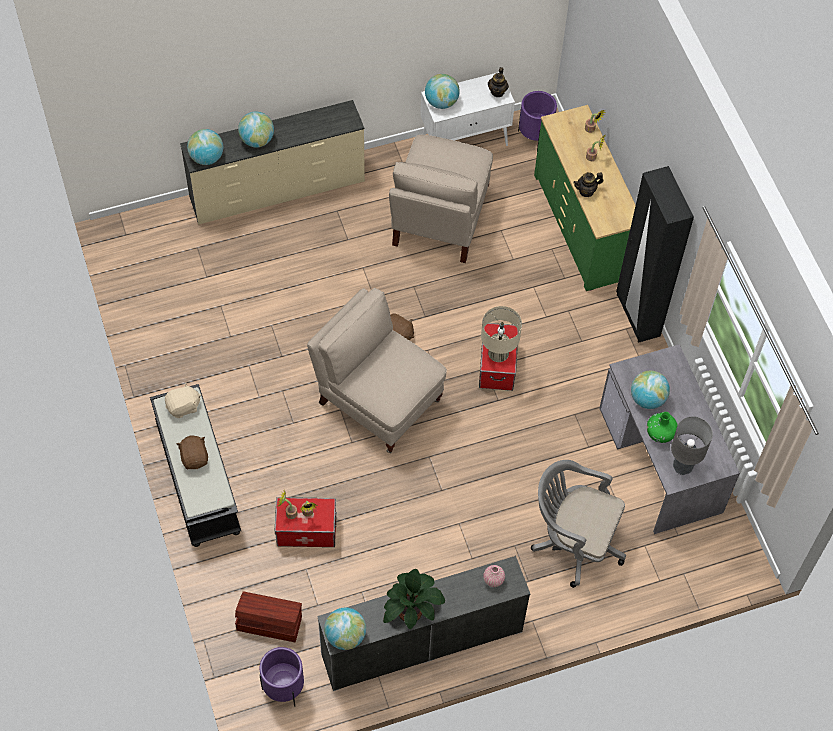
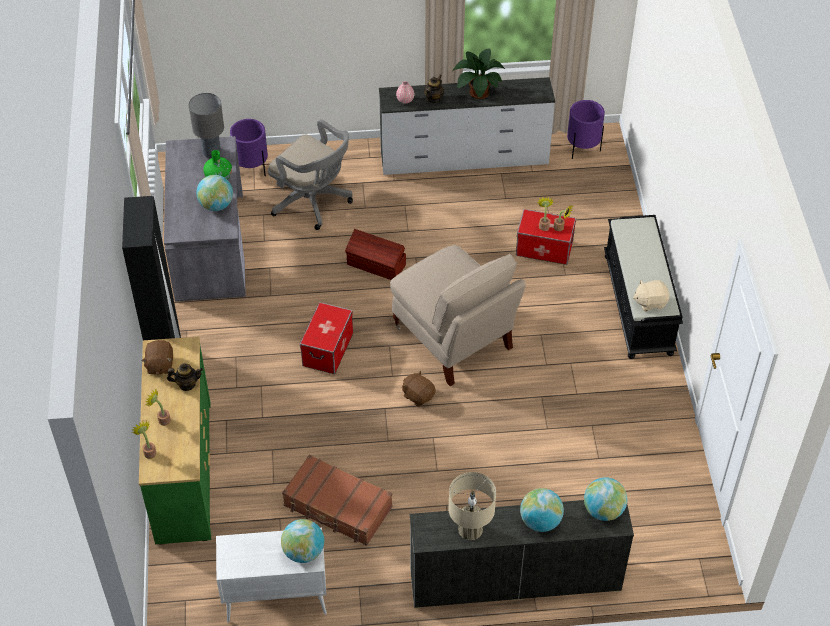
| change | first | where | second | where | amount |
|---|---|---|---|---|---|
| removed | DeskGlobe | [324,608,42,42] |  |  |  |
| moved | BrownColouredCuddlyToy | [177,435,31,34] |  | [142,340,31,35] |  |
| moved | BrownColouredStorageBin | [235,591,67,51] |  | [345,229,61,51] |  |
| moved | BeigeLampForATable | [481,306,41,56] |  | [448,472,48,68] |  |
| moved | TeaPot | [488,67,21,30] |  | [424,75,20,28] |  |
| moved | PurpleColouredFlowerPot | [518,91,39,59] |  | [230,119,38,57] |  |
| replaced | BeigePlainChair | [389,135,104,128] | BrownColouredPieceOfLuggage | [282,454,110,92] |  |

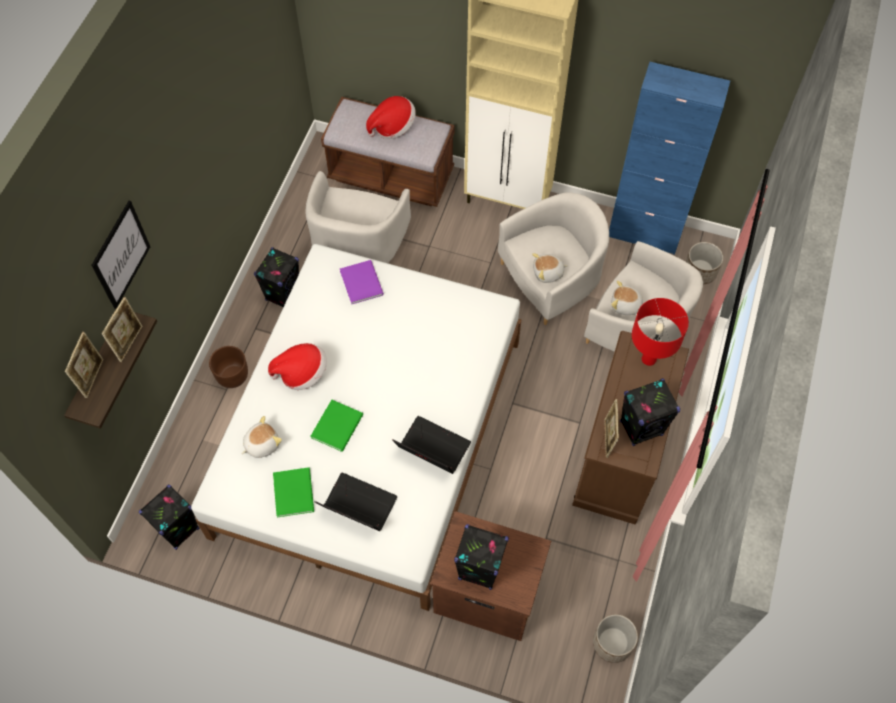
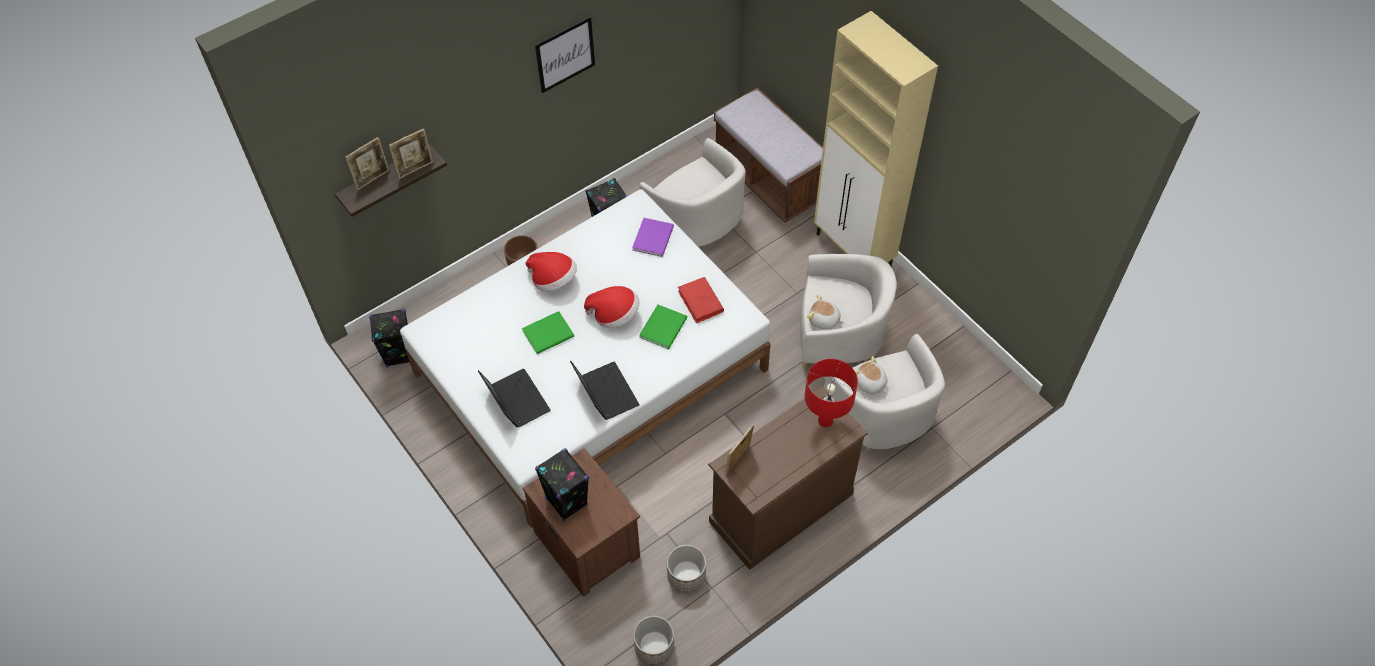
| change | first | where | second | where | amount |
|---|---|---|---|---|---|
| removed | CuddlyToy | [242,416,40,42] |  |  |  |
| removed | BlueStorageCabinet | [609,62,121,193] |  |  |  |
| removed | BlackLoudspeaker | [620,378,60,68] |  |  |  |
| added |  |  | RedBook | [678,277,46,46] |  |
| moved | WallArt | [92,201,58,108] |  | [535,16,60,77] |  |
| moved | GreenColouredBook | [273,467,41,50] |  | [639,304,48,45] |  |
| moved | WearableHat | [366,96,50,43] |  | [584,286,55,42] |  |
| moved | FlowerPot | [686,242,37,42] |  | [667,545,39,48] |  |
| turned | WhiteColouredLoungeChair | [305,171,106,92] |  | [640,138,106,109] | 90 degrees counterclockwise |

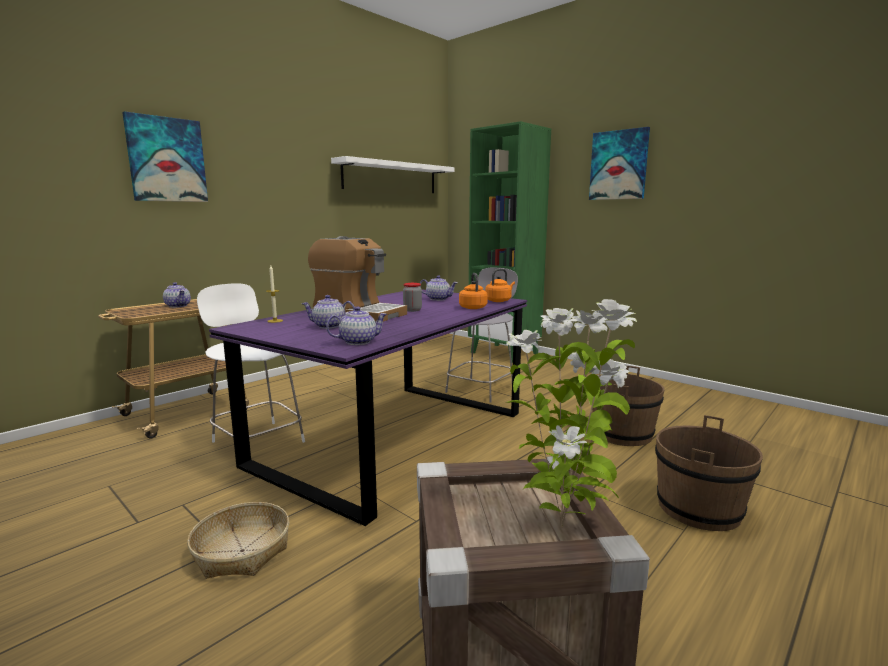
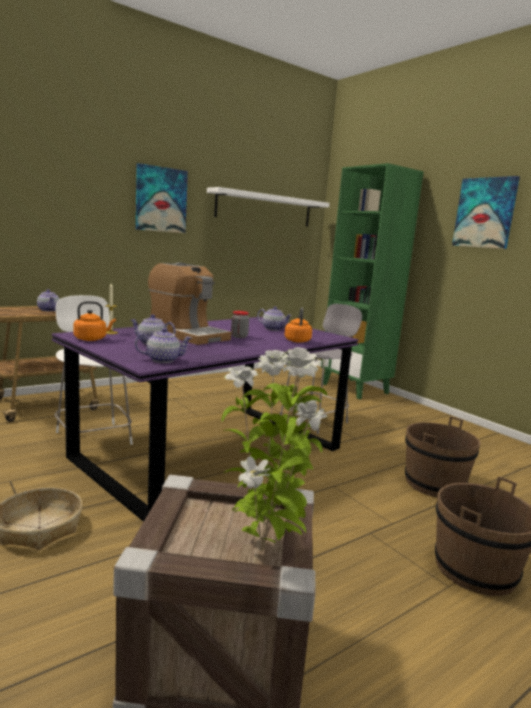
| change | first | where | second | where | amount |
|---|---|---|---|---|---|
| moved | WallArt | [122,111,86,91] |  | [136,163,52,70] |  |
| moved | OrangeColouredTeaKettle | [485,269,30,33] |  | [73,301,43,40] |  |

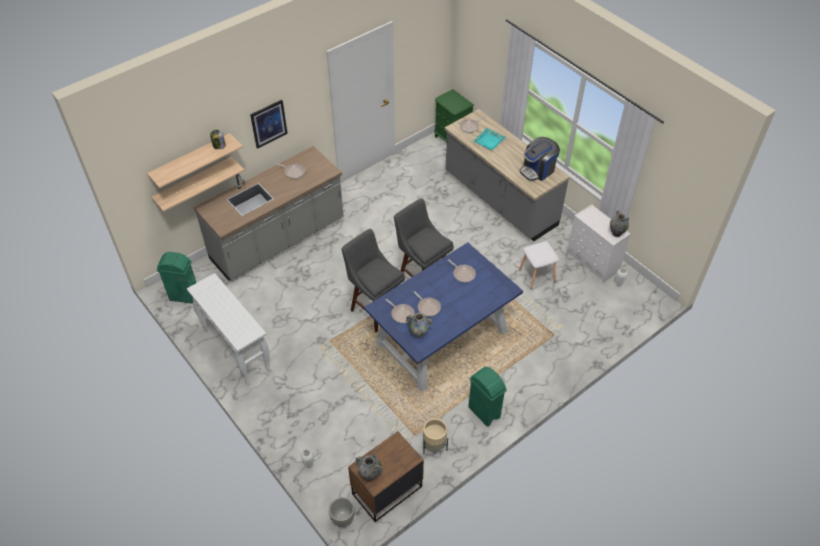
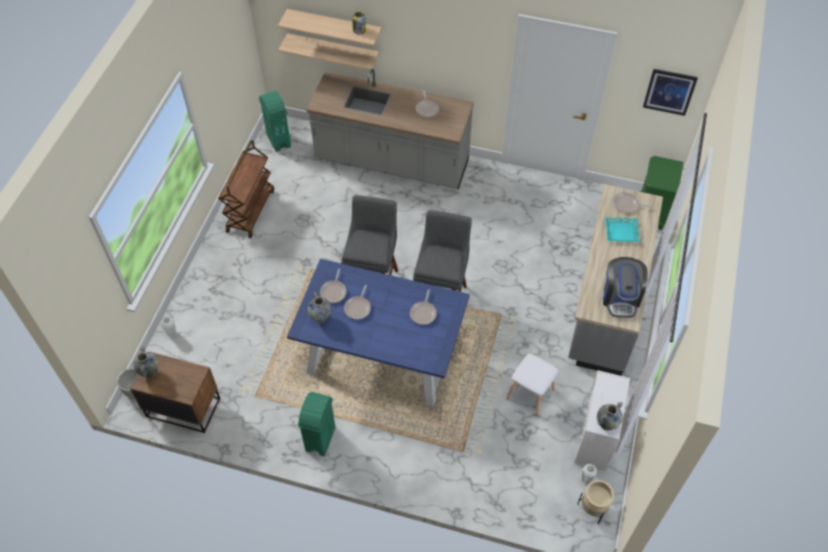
| change | first | where | second | where | amount |
|---|---|---|---|---|---|
| moved | WallArt | [250,100,38,49] |  | [643,69,55,47] |  |
| moved | BeigeFlowerPot | [423,418,25,36] |  | [577,480,37,44] |  |
| replaced | WhiteColouredConsoleTable | [187,273,84,112] | BrownColouredCart | [218,140,56,98] |  |
| turned | CoffeeMaker | [519,137,41,44] |  | [603,257,45,61] | 105 degrees counterclockwise |

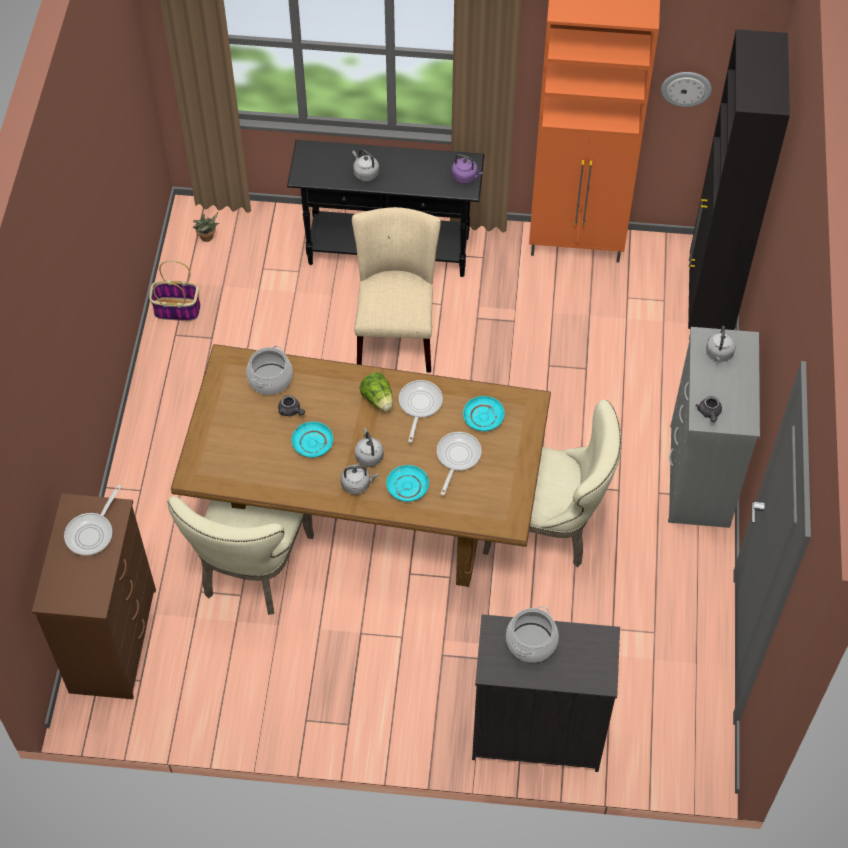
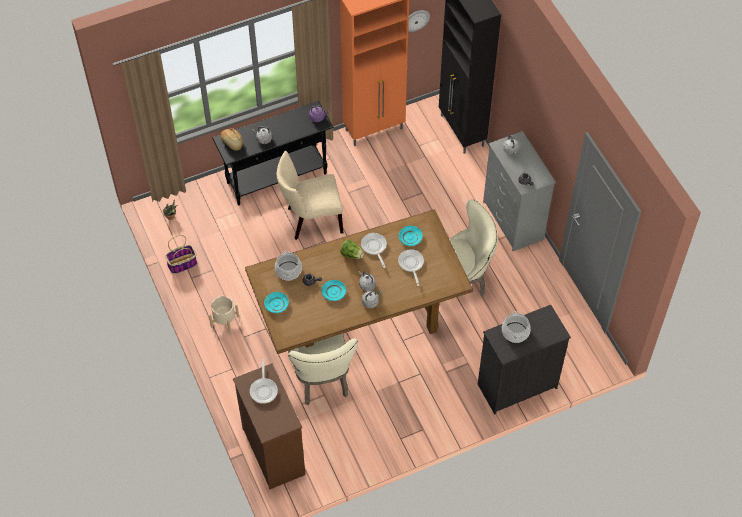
| change | first | where | second | where | amount |
|---|---|---|---|---|---|
| added |  |  | BeigeFlowerPot | [209,296,30,38] |  |
| added |  |  | BakeryBread | [220,128,23,23] |  |
| moved | BlueGreenDinnerPlate | [386,465,43,37] |  | [264,292,25,21] |  |
| turned | BeigePlainChair | [352,207,89,166] |  | [277,151,66,89] | 75 degrees counterclockwise |

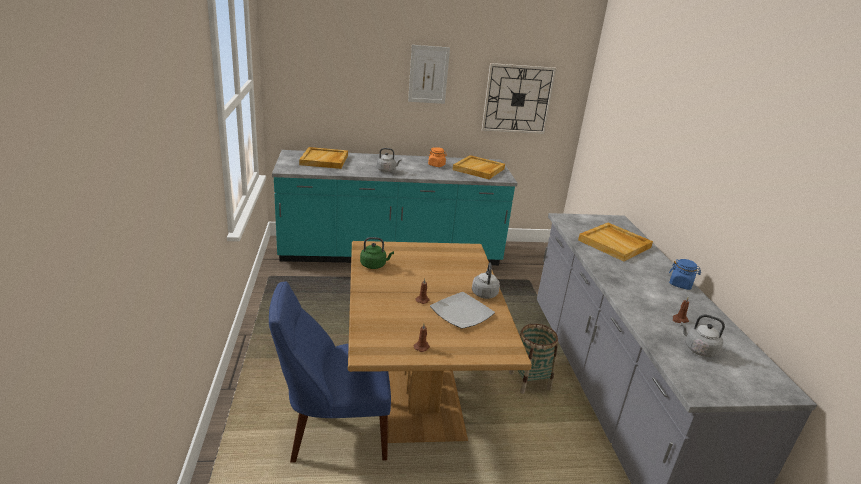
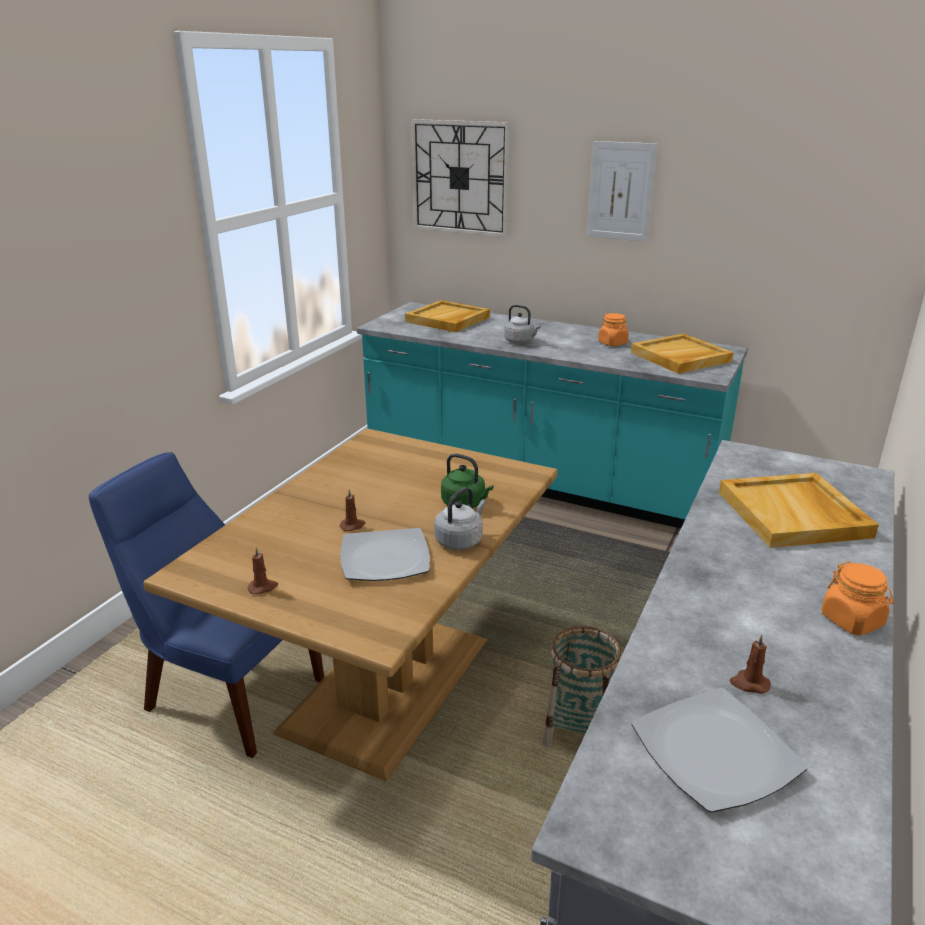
| change | first | where | second | where | amount |
|---|---|---|---|---|---|
| moved | GreenColouredTeaKettle | [360,237,34,32] |  | [441,454,53,54] |  |
| moved | ClockOnTheWall | [482,63,75,71] |  | [410,119,100,118] |  |
| replaced | GreyishTeaKettle | [681,314,44,43] | DinnerPlate | [631,688,176,125] |  |
| recoloured | BlueJar | [669,259,32,31] | OrangeColouredJar | [821,561,73,75] |  |

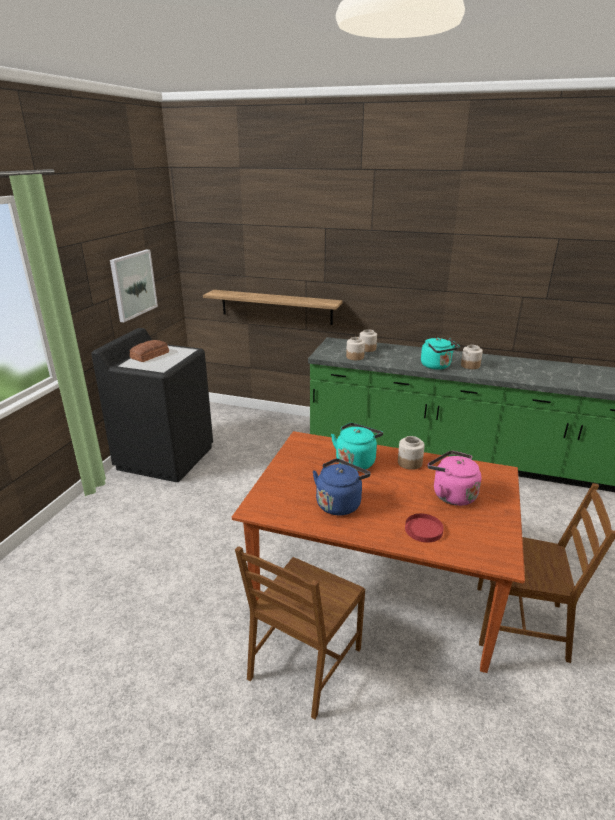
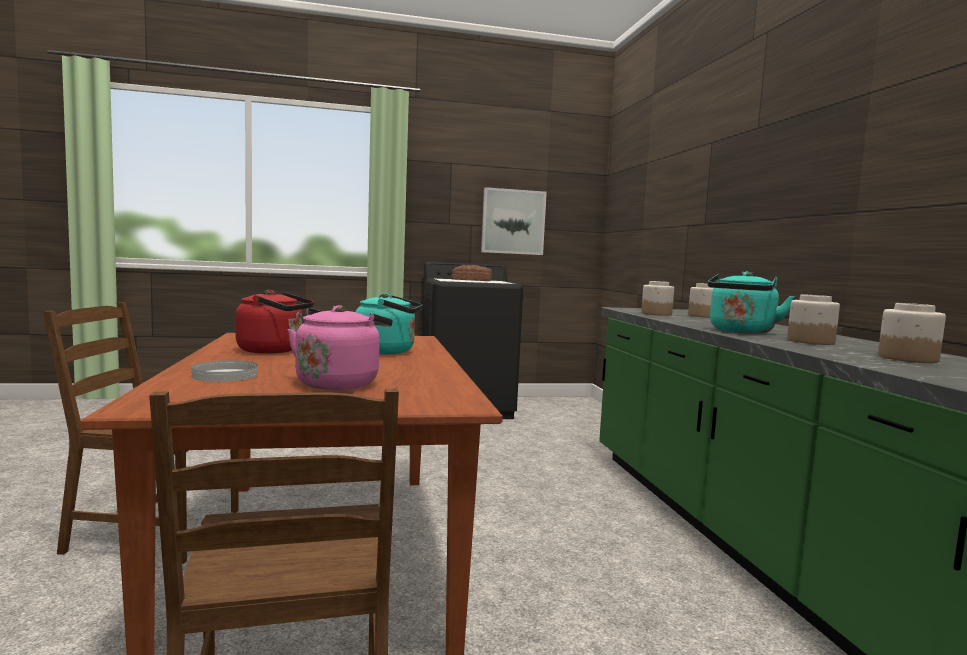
| change | first | where | second | where | amount |
|---|---|---|---|---|---|
| removed | BracketShelf | [203,290,140,35] |  |  |  |
| moved | Jar | [398,436,27,34] |  | [878,303,68,60] |  |
| recoloured | BlueTeaKettle | [313,459,58,57] | RedTeaKettle | [235,290,79,64] |  |
| recoloured | RedDinnerPlate | [405,514,39,28] | WhiteColouredDinnerPlate | [191,360,67,22] |  |

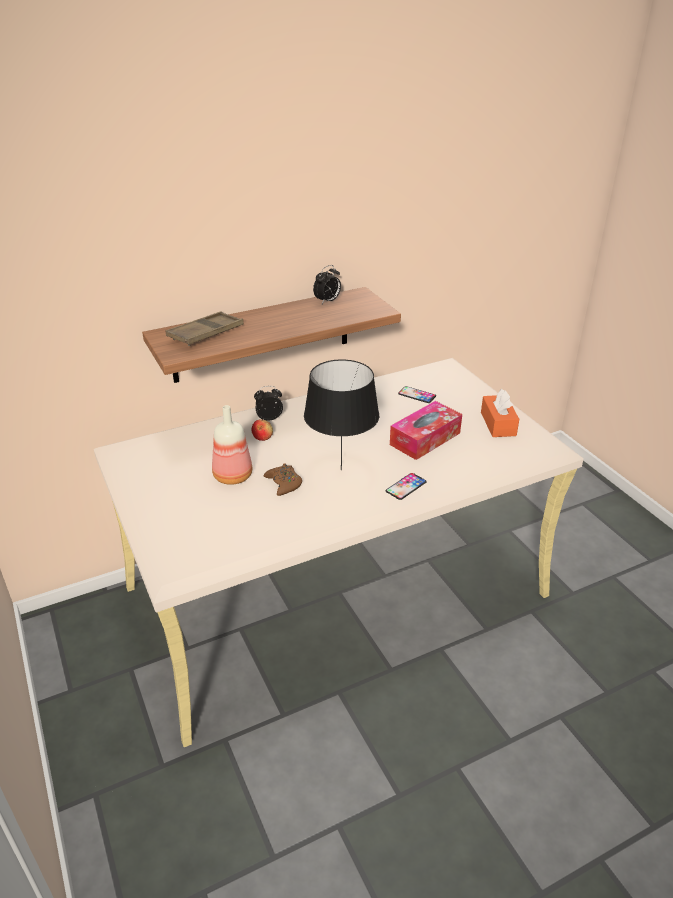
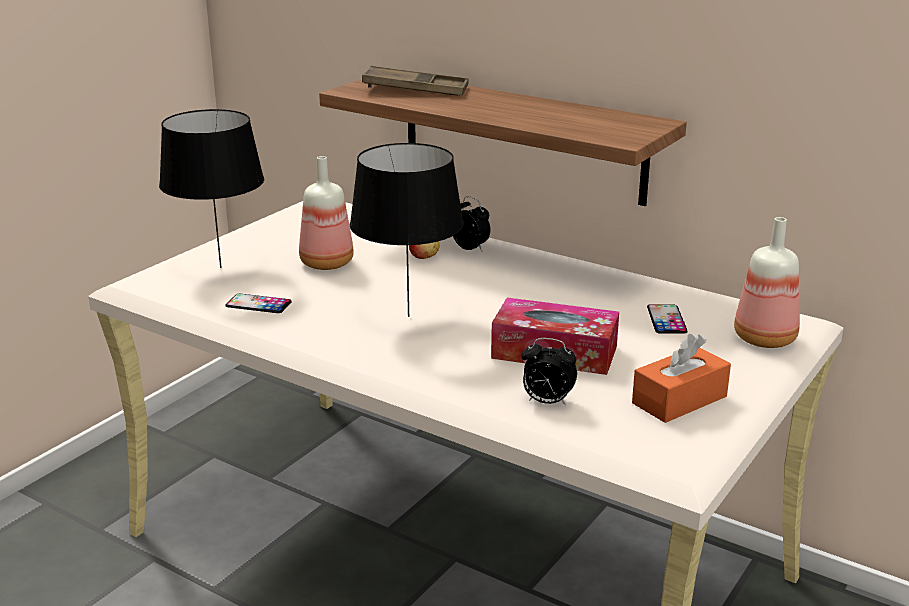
| change | first | where | second | where | amount |
|---|---|---|---|---|---|
| removed | BrownColouredJoypad | [264,464,38,32] |  |  |  |
| added |  |  | BlackLampForATable | [159,109,105,159] |  |
| added |  |  | DrinkBottle | [734,217,66,131] |  |
| moved | TableClock | [313,265,28,39] |  | [522,338,55,68] |  |
| moved | Telephone | [386,473,41,27] |  | [225,294,67,19] |  |

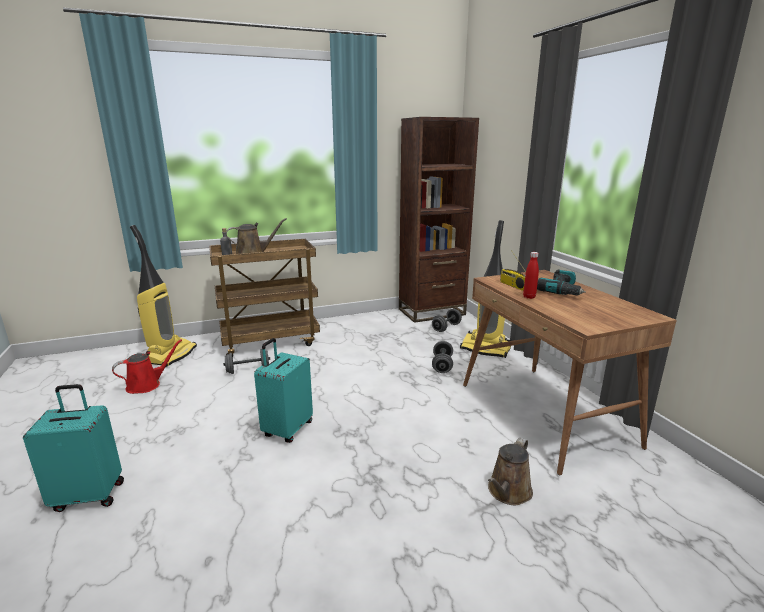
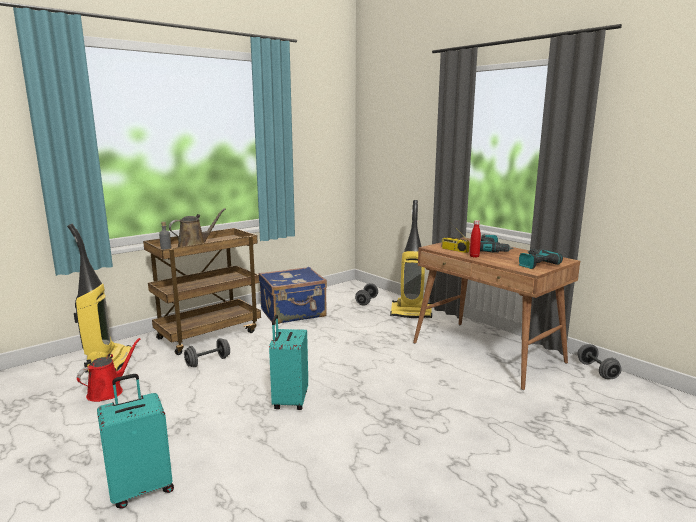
| change | first | where | second | where | amount |
|---|---|---|---|---|---|
| removed | BrownColouredBookcase | [399,117,80,206] |  |  |  |
| removed | BrownColouredWateringPot | [488,438,45,67] |  |  |  |
| added |  |  | BluePieceOfLuggage | [259,267,68,57] |  |
| added |  |  | Drill | [519,249,44,20] |  |
| moved | GreyishFreeWeight | [432,341,21,32] |  | [577,344,45,35] |  |

